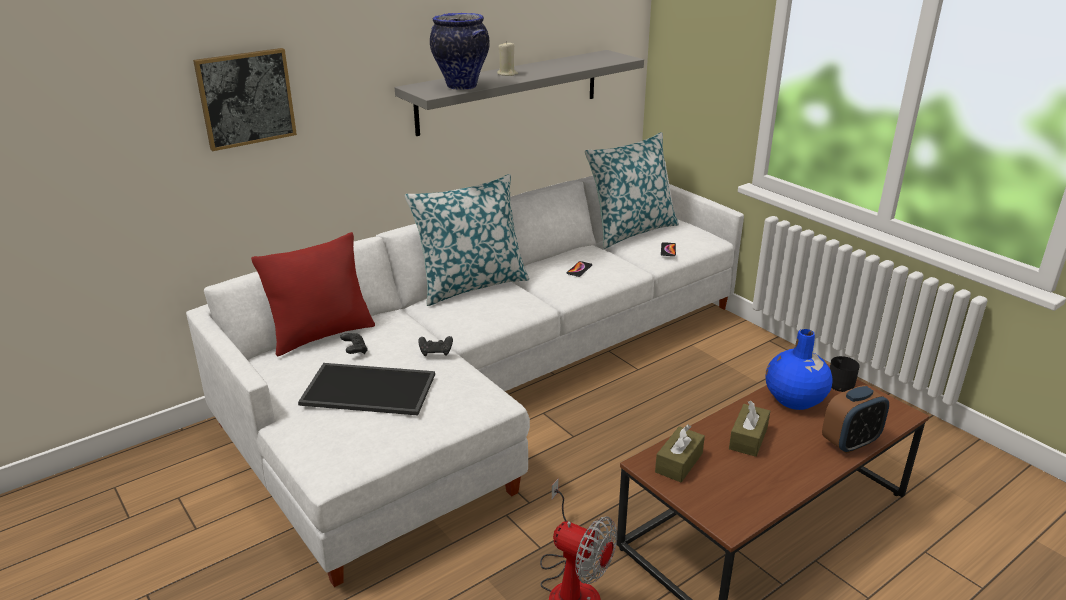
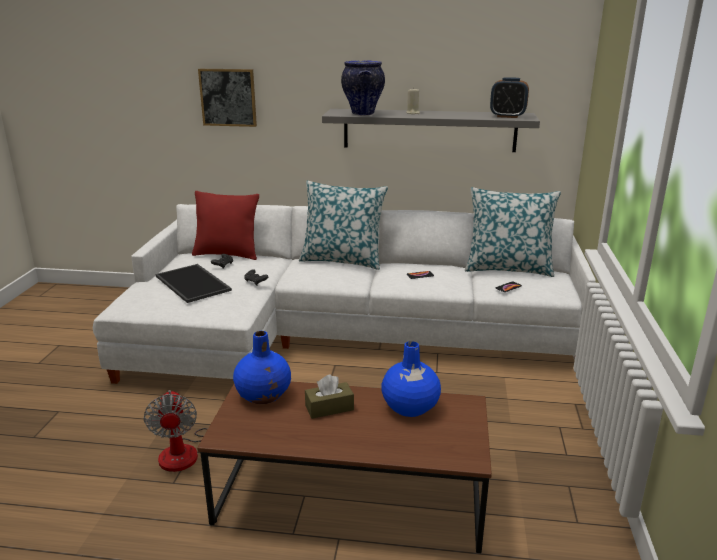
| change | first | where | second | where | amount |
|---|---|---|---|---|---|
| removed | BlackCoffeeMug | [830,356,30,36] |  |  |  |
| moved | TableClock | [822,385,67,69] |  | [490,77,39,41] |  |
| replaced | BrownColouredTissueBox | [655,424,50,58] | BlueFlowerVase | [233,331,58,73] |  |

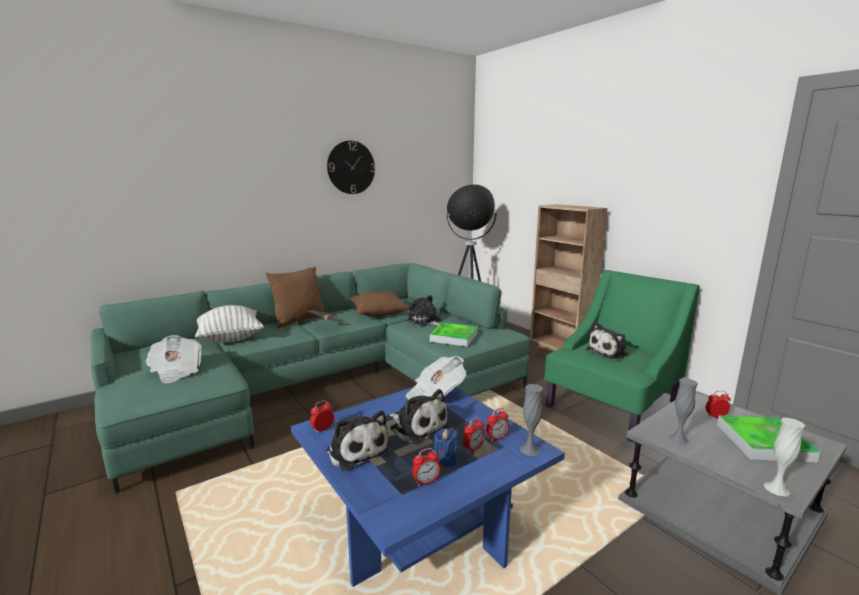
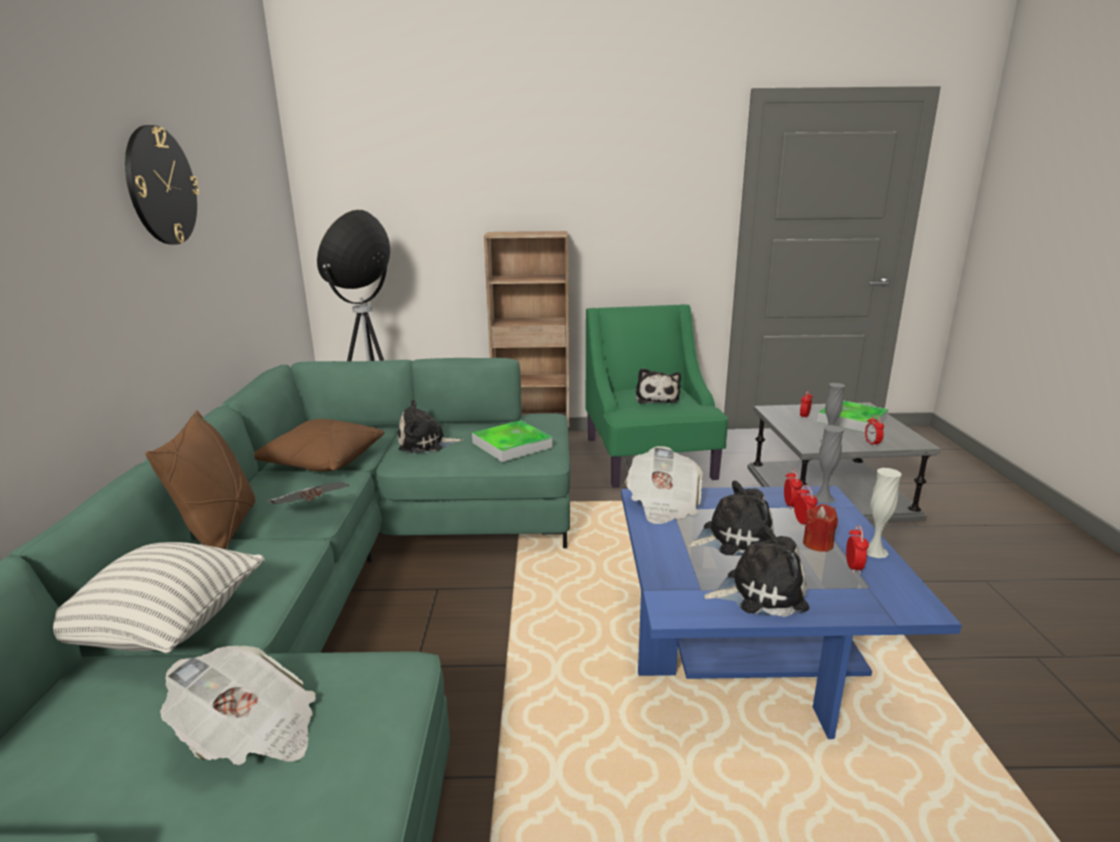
| change | first | where | second | where | amount |
|---|---|---|---|---|---|
| moved | TableClock | [310,400,24,33] |  | [865,415,19,32] |  |
| moved | WhiteColouredFlowerVase | [764,418,41,79] |  | [867,468,35,90] |  |
| recoloured | BlueWaxCandle | [434,428,24,40] | RedWaxCandle | [803,504,35,48] |  |

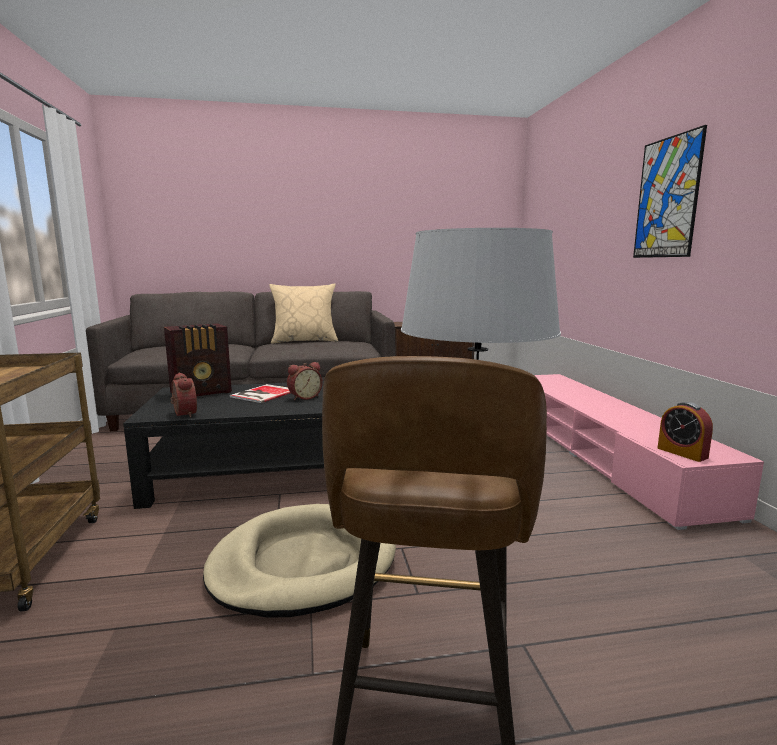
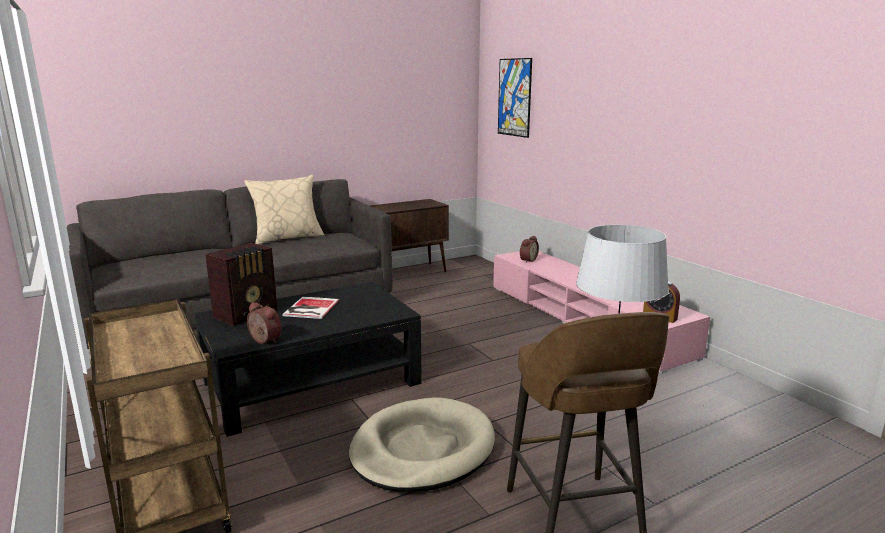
| change | first | where | second | where | amount |
|---|---|---|---|---|---|
| moved | TableClock | [287,362,36,39] |  | [520,236,19,27] |  |
| moved | WallArt | [633,125,74,133] |  | [498,58,34,80] |  |

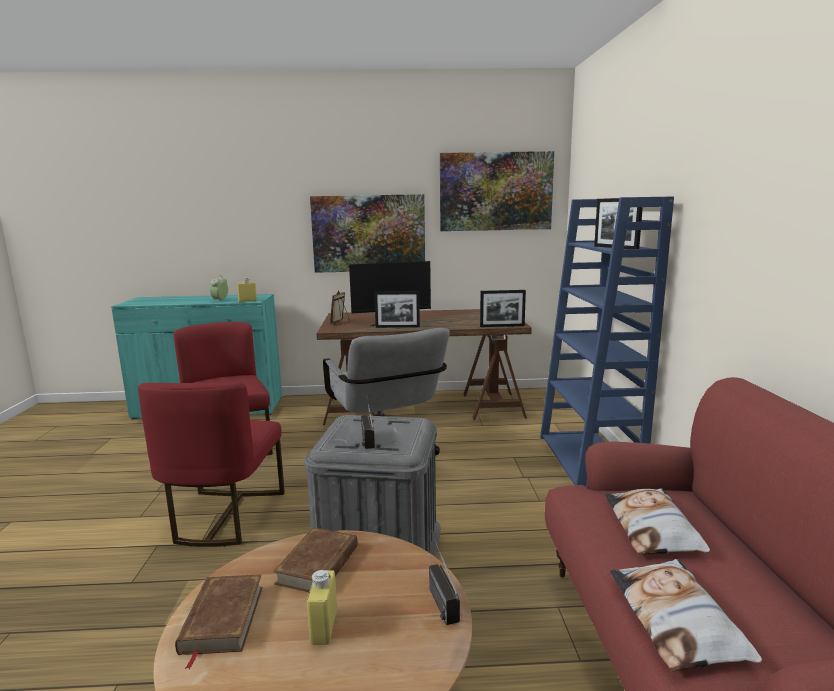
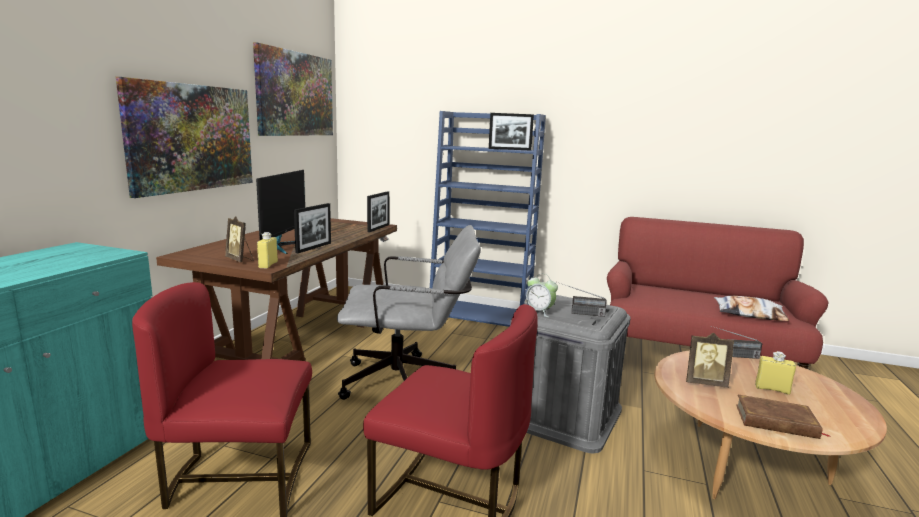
| change | first | where | second | where | amount |
|---|---|---|---|---|---|
| removed | Cushion | [605,488,105,67] |  |  |  |
| moved | TableClock | [210,275,18,28] |  | [526,274,32,43] |  |
| moved | YellowColouredDrinkBottle | [237,278,20,25] |  | [257,232,21,36] |  |
| replaced | BrownColouredBook | [273,527,85,65] | PictureFrame | [686,333,48,55] |  |

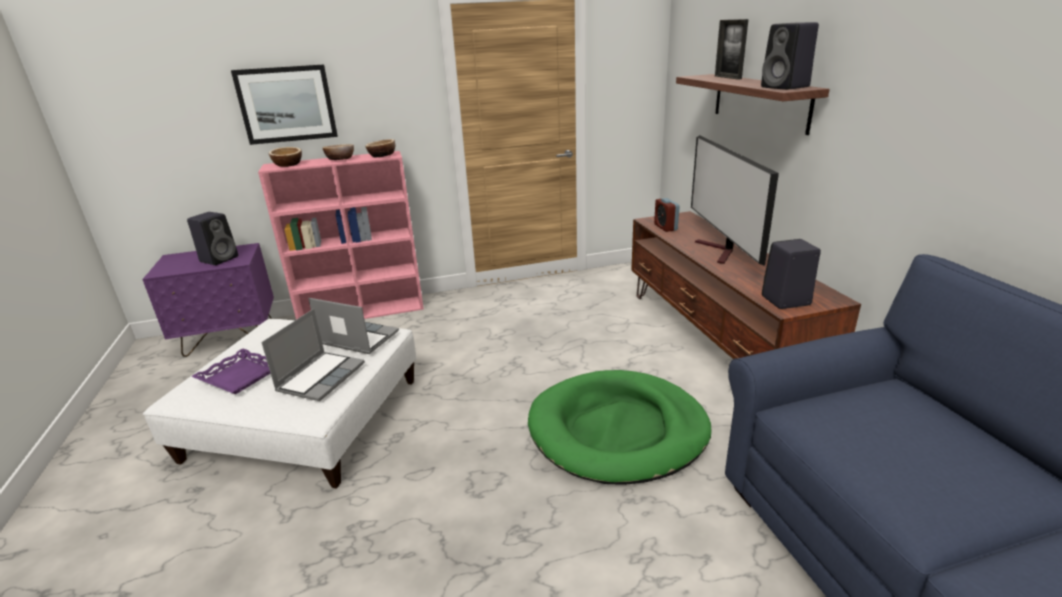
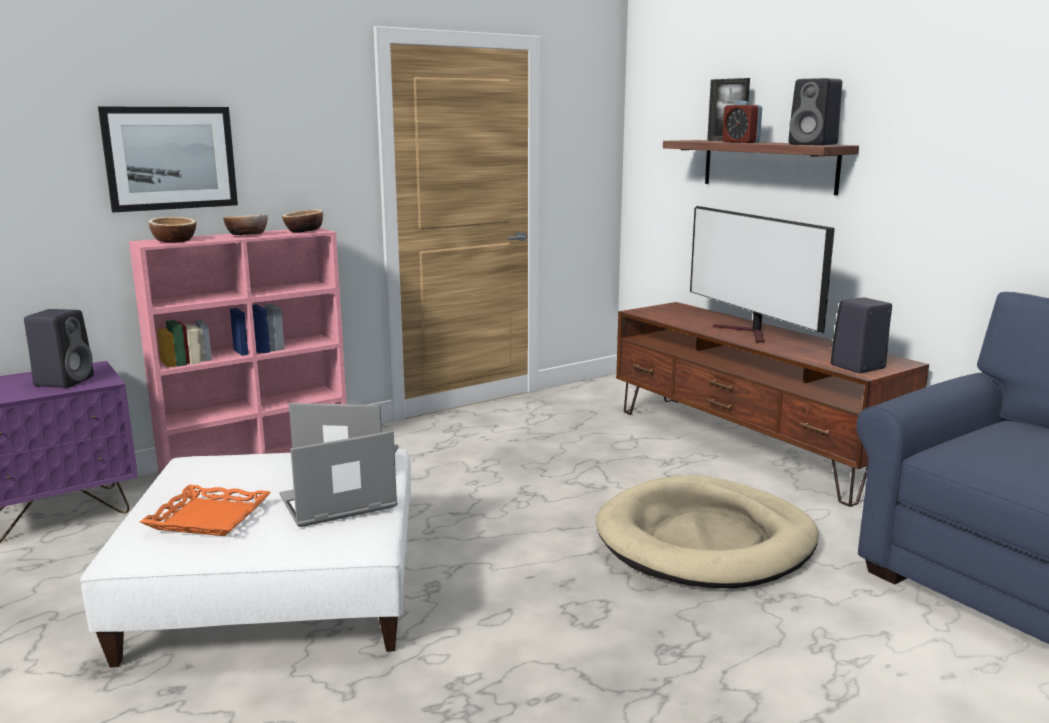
| change | first | where | second | where | amount |
|---|---|---|---|---|---|
| moved | TableClock | [654,198,26,34] |  | [722,101,40,42] |  |
| recoloured | PurpleColouredServingTray | [191,348,79,46] | OrangeColouredServingTray | [140,485,131,51] |  |
| recoloured | GreenColouredPetBed | [528,370,183,115] | BeigePetBed | [596,475,223,114] |  |
| turned | Laptop | [261,309,104,92] |  | [280,431,118,96] | 120 degrees counterclockwise |

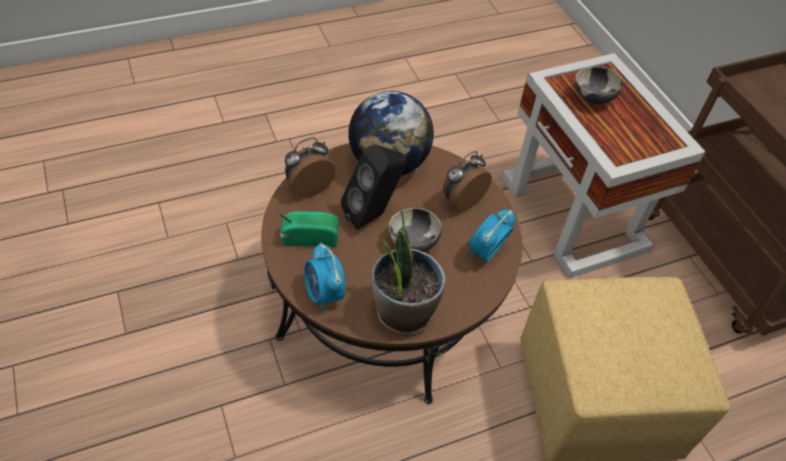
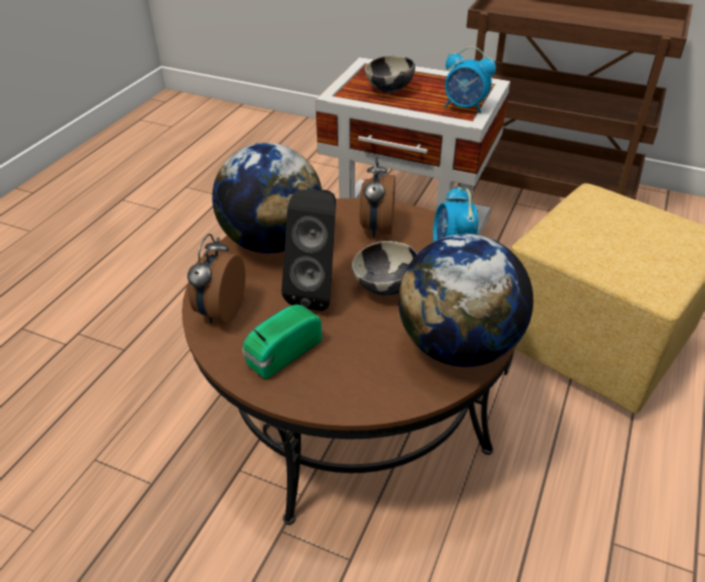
| change | first | where | second | where | amount |
|---|---|---|---|---|---|
| moved | TableClock | [304,242,41,70] |  | [444,47,52,66] |  |
| replaced | Houseplant | [372,209,74,126] | DeskGlobe | [398,234,135,133] |  |

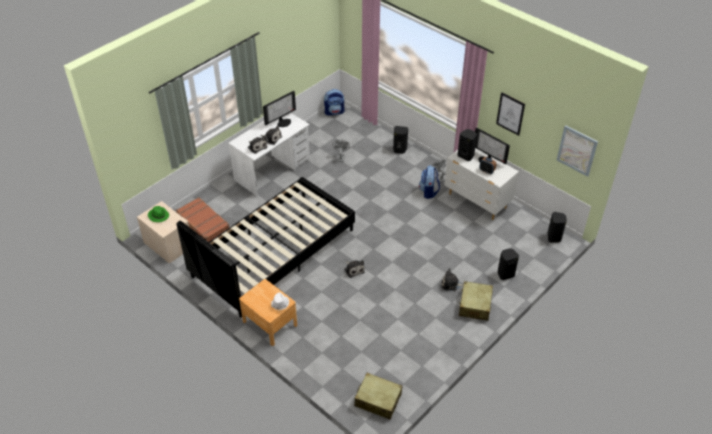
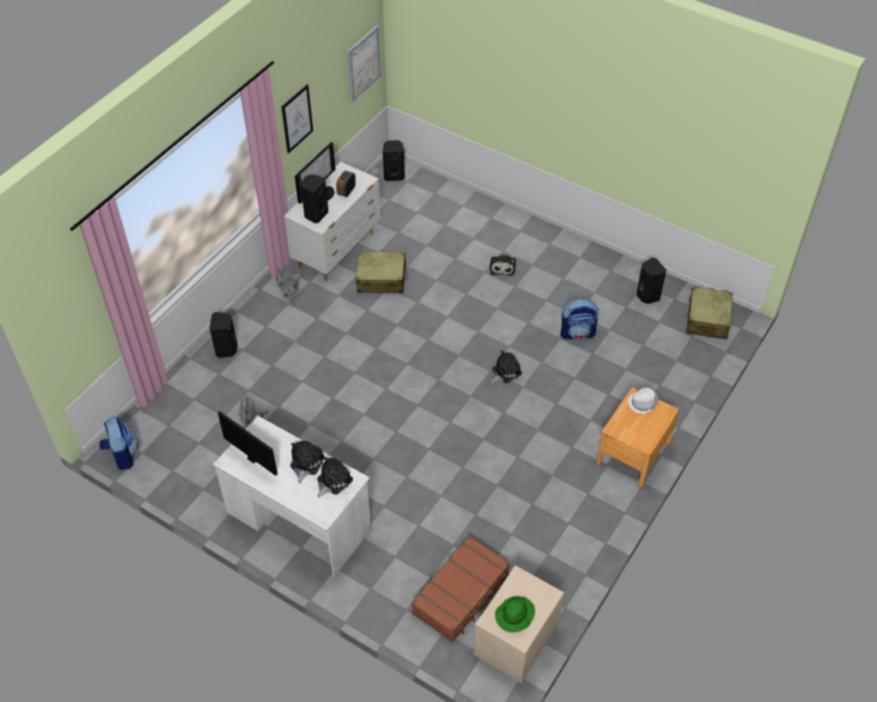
| change | first | where | second | where | amount |
|---|---|---|---|---|---|
| removed | BlackBedroomBed | [176,177,179,141] |  |  |  |
| moved | Knapsack | [419,165,21,34] |  | [560,299,39,41] |  |
| moved | BeigePieceOfLuggage | [459,281,34,40] |  | [356,252,52,41] |  |
| moved | BlackLoudspeaker | [498,248,21,32] |  | [637,258,30,46] |  |

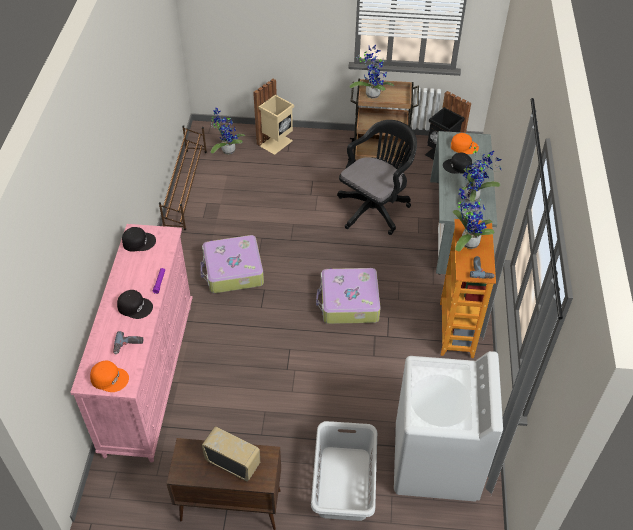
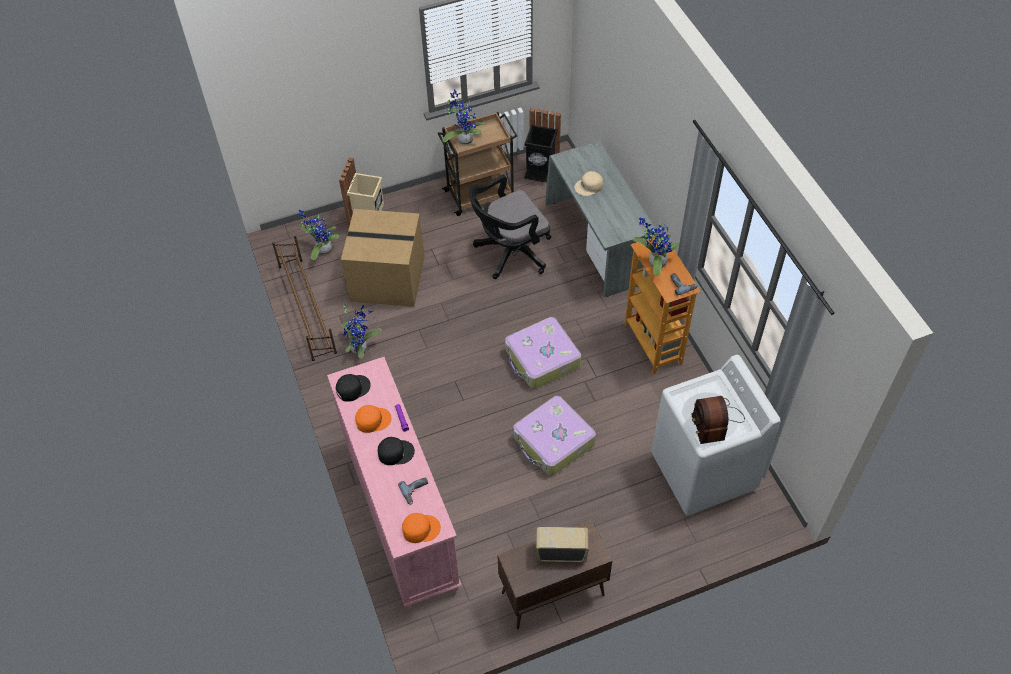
| change | first | where | second | where | amount |
|---|---|---|---|---|---|
| removed | GreyishHamper | [311,421,66,100] |  |  |  |
| added |  |  | PackingBox | [341,209,84,98] |  |
| added |  |  | RadioSet | [691,396,54,48] |  |
| moved | PieceOfLuggage | [201,235,63,58] |  | [513,396,83,80] |  |
| moved | OrangeColouredPeakedCap | [451,133,28,21] |  | [355,405,37,28] |  |
| moved | Houseplant | [459,144,43,58] |  | [341,304,41,54] |  |
| recoloured | BlackPeakedCap | [443,153,29,21] | BeigePeakedCap | [574,171,30,25] |  |
| turned | BlackDeskChair | [337,120,80,115] |  | [469,175,82,104] | 135 degrees counterclockwise |

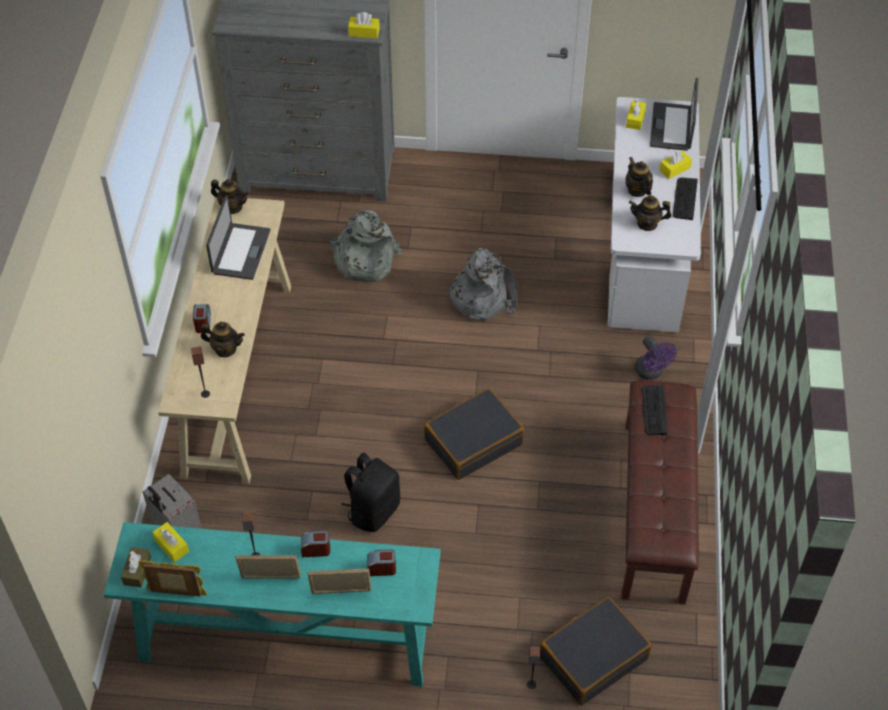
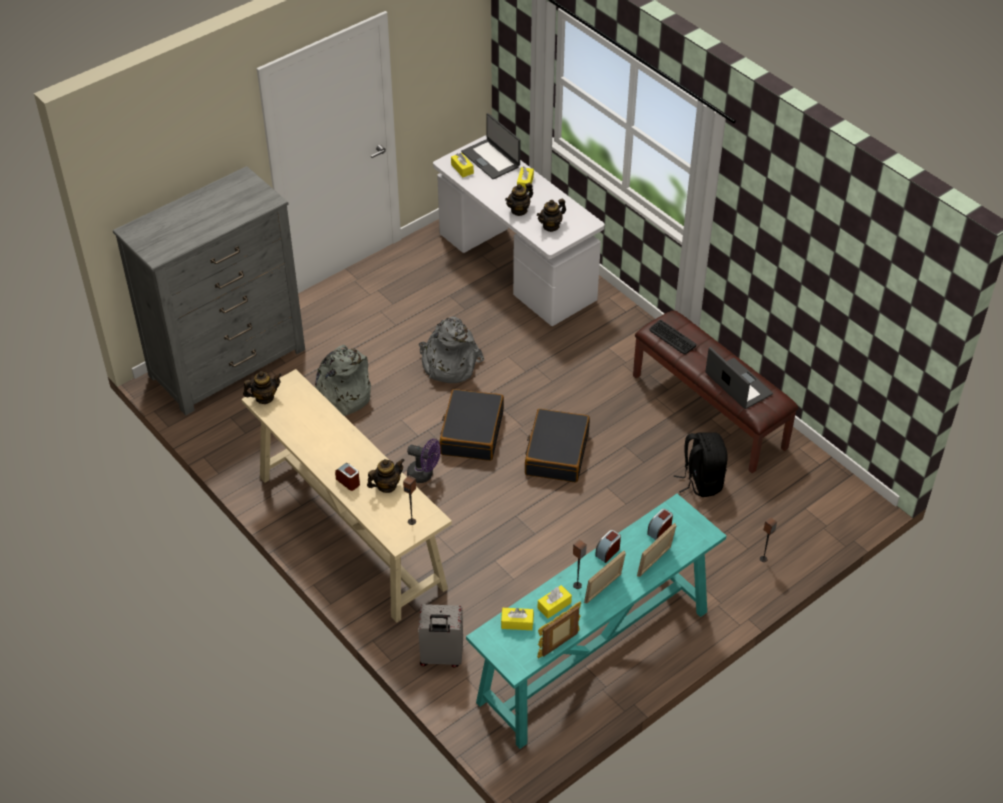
| change | first | where | second | where | amount |
|---|---|---|---|---|---|
| removed | BrownColouredTissueBox | [121,547,30,40] |  |  |  |
| removed | PcKeyboard | [673,177,25,43] |  |  |  |
| moved | Laptop | [206,195,65,85] |  | [705,347,68,62] |  |
| moved | BlackKnapsack | [341,452,59,80] |  | [674,433,54,64] |  |
| moved | YellowColouredTissueBox | [348,12,32,26] |  | [538,585,34,33] |  |
| moved | BlackPieceOfLuggage | [540,597,112,108] |  | [439,389,65,72] |  |
| moved | PurpleColouredFan | [635,336,42,44] |  | [407,439,34,44] |  |
| turned | TeaPot | [625,157,28,40] |  | [505,183,28,33] | 60 degrees counterclockwise |

